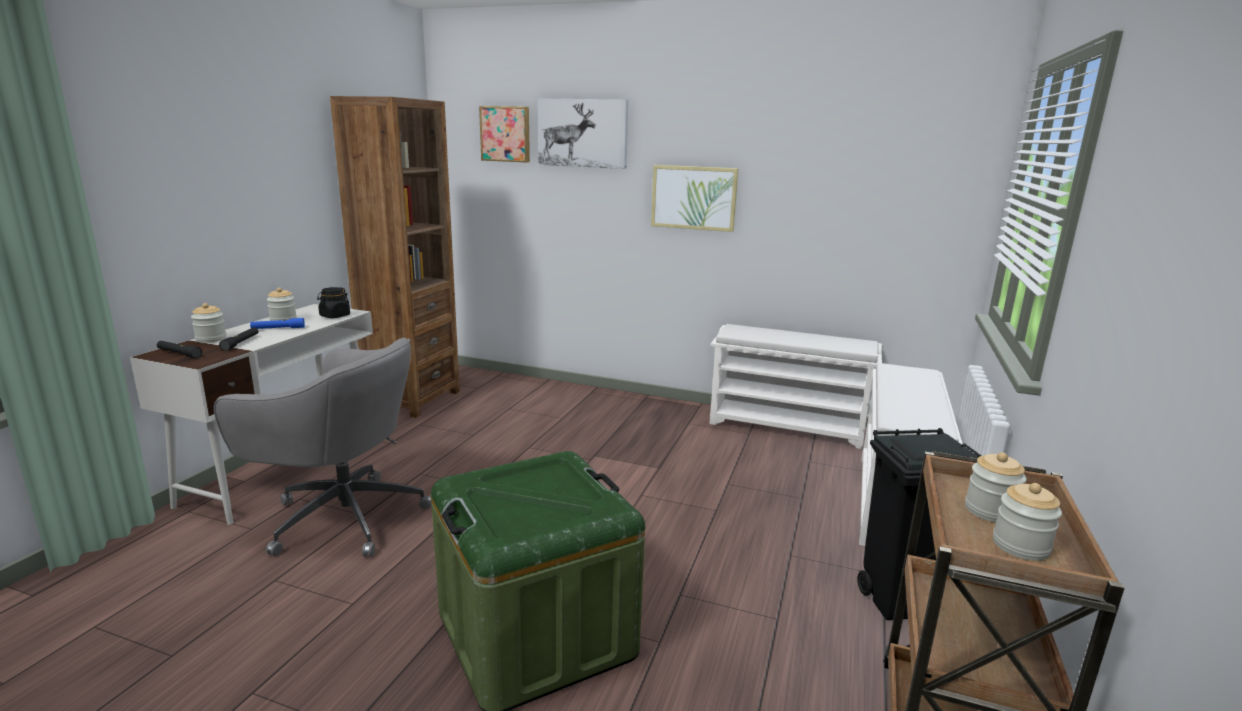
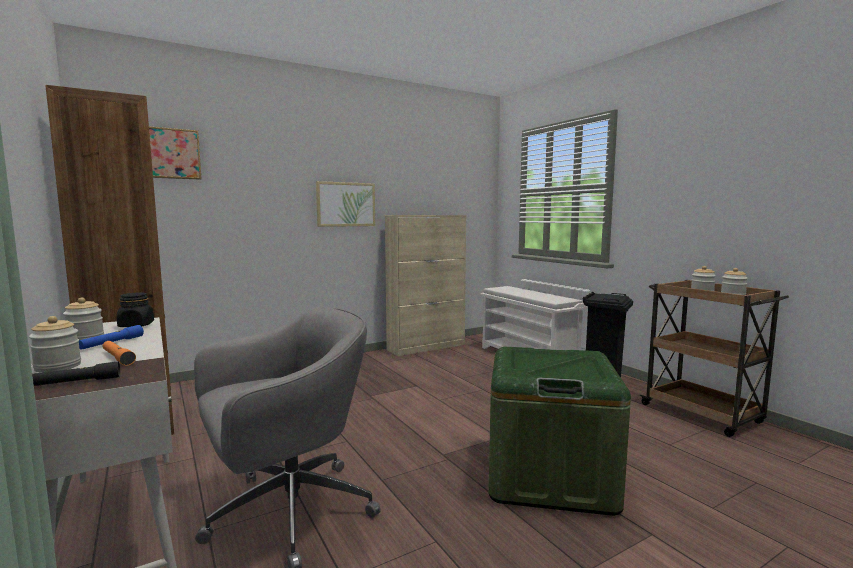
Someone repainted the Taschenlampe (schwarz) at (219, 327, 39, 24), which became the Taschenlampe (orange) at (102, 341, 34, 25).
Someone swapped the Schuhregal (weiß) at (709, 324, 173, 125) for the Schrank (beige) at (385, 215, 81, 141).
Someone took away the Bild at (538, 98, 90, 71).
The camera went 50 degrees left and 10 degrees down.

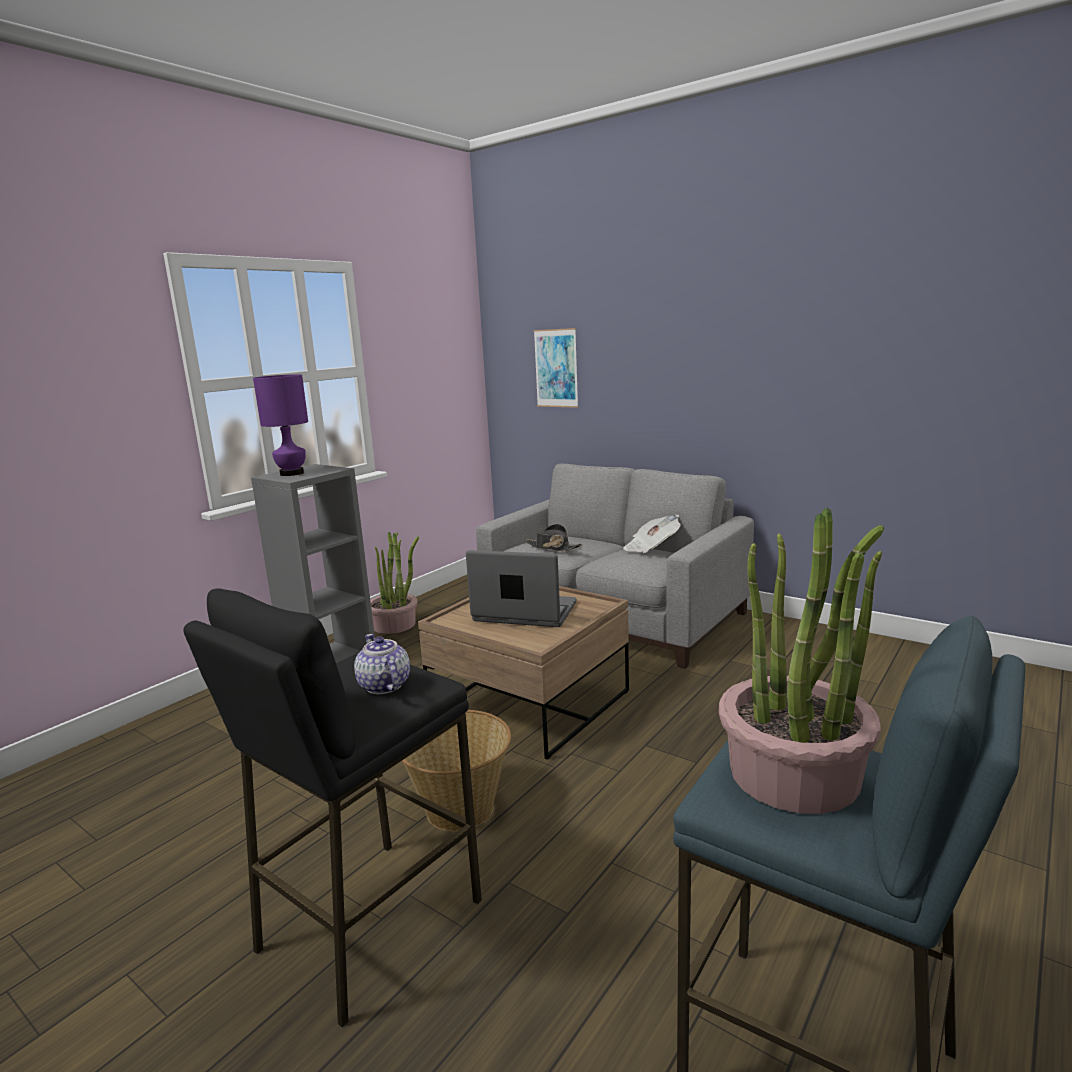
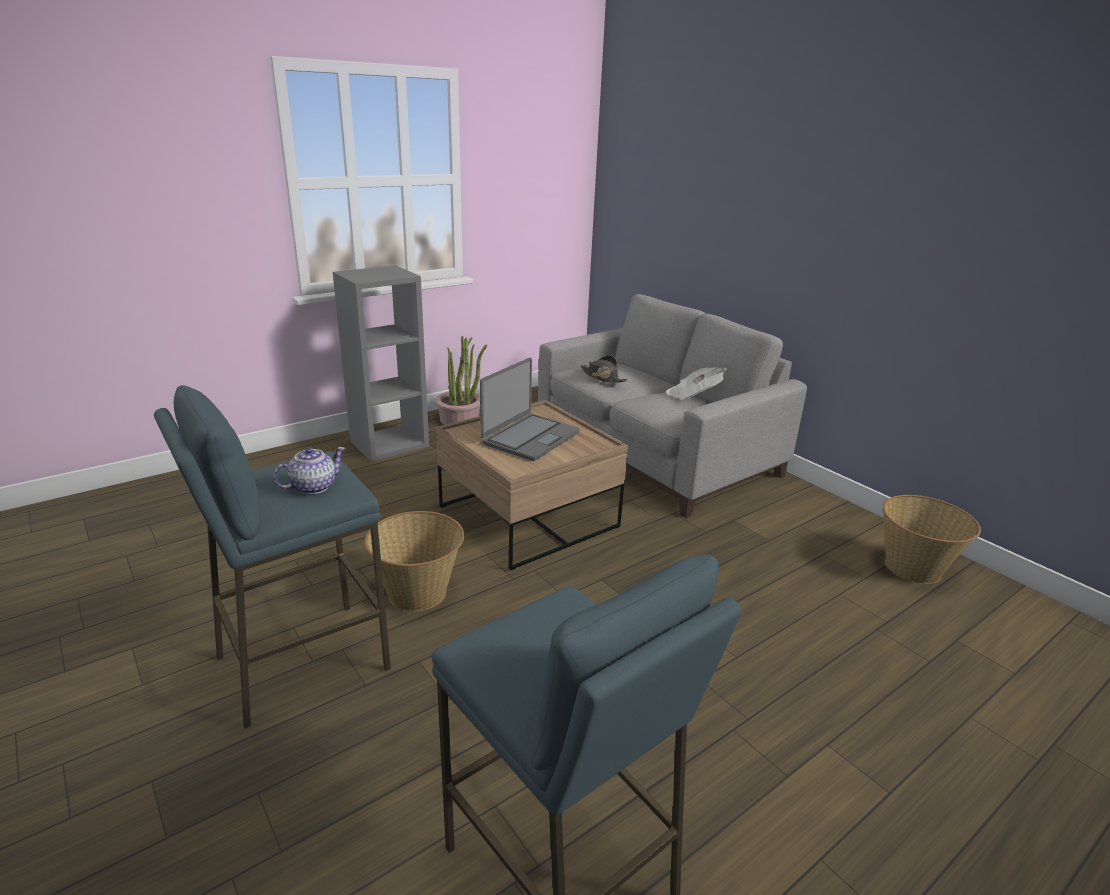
Someone repainted the Hocker (schwarz) at (183, 588, 299, 439), which became the Hocker (blau) at (154, 385, 237, 344).
Someone rotated the Teekanne at (354, 634, 56, 60) by 60 degrees clockwise.
Someone rotated the Laptop at (466, 550, 111, 77) by 90 degrees clockwise.
Someone put down the Korb at (883, 495, 98, 89).
Someone took away the Tischlampe (lila) at (253, 374, 55, 102).
Someone took away the Bild at (533, 328, 45, 80).
Someone took away the Topfpflanze at (719, 507, 165, 307).
The camera went 15 degrees right and 10 degrees up.

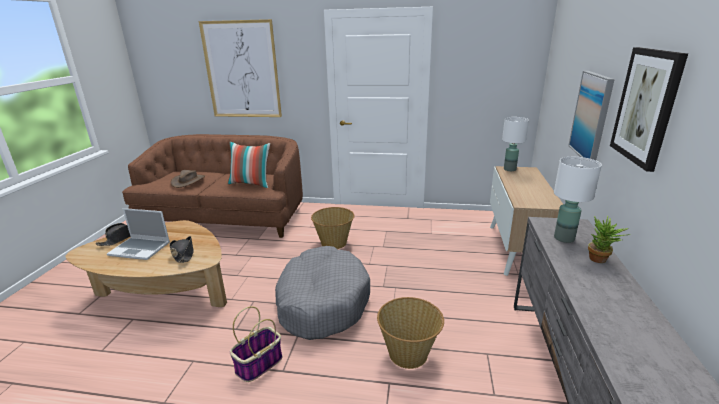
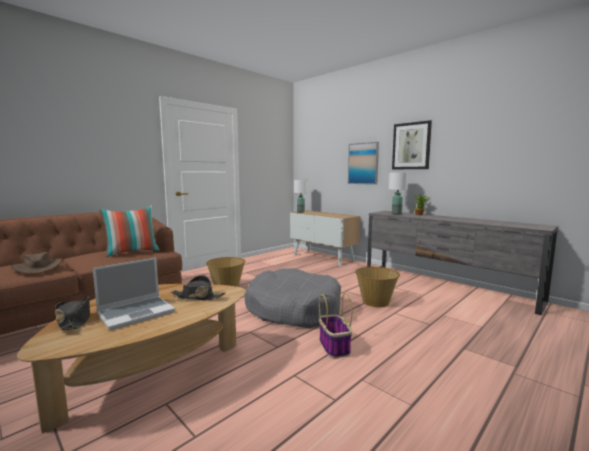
Someone took away the Bild at (199, 19, 83, 98).
The camera went 55 degrees left and 15 degrees down.

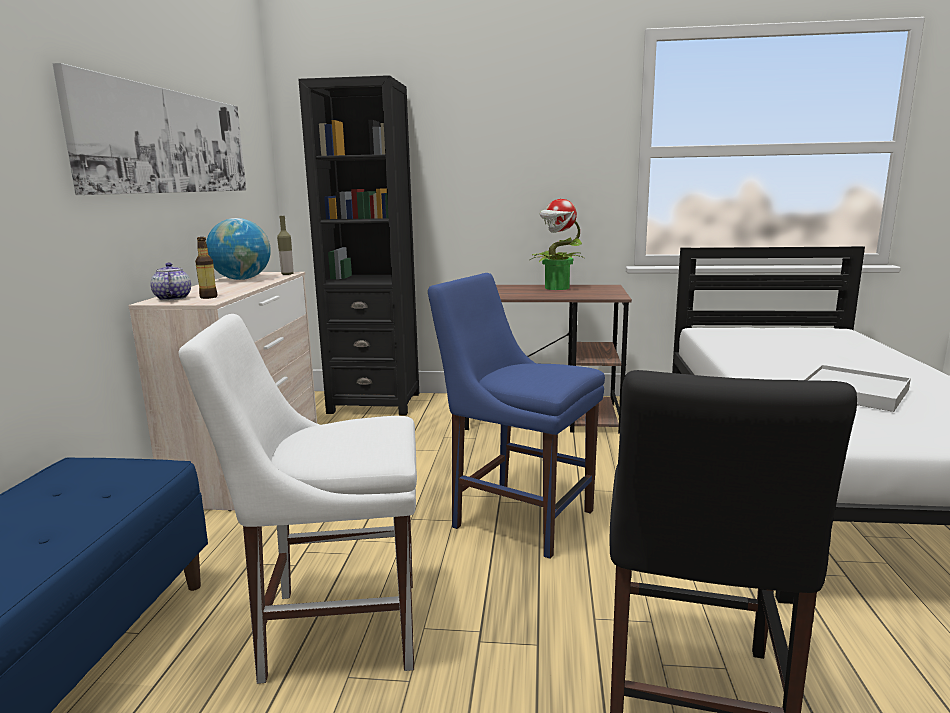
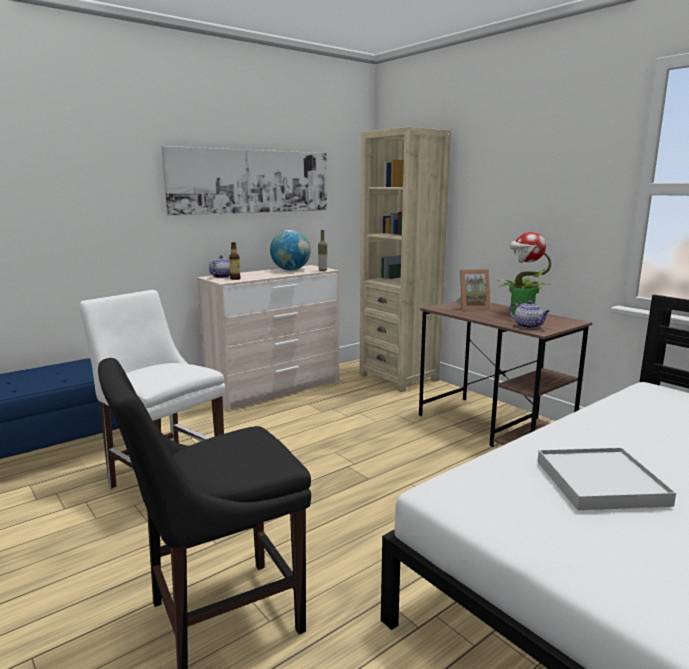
Someone repainted the Bücherregal (schwarz) at (298, 75, 121, 341), which became the Bücherregal (beige) at (360, 127, 91, 265).
Someone put down the Bilderrahmen at (457, 269, 34, 42).
Someone put down the Teekanne at (509, 300, 41, 28).
Someone took away the Stuhl (blau) at (428, 273, 177, 286).
The camera went 45 degrees right and 0 degrees up.

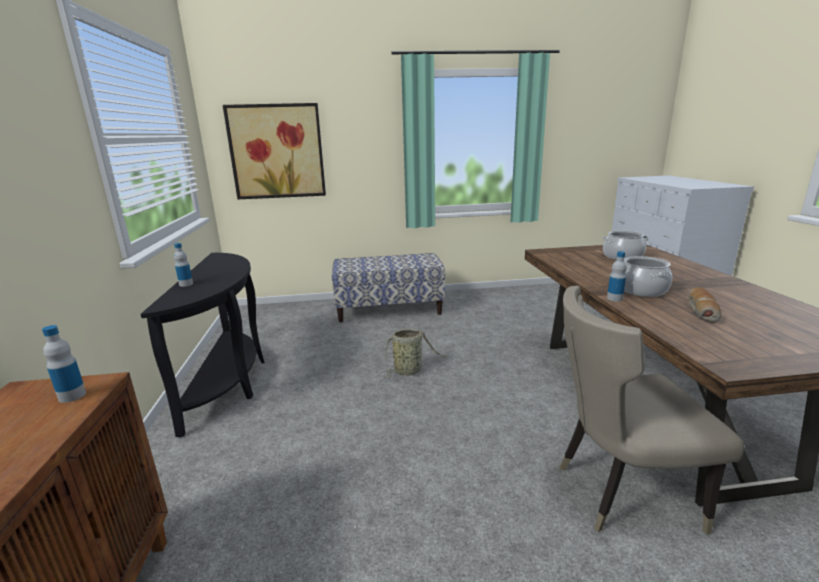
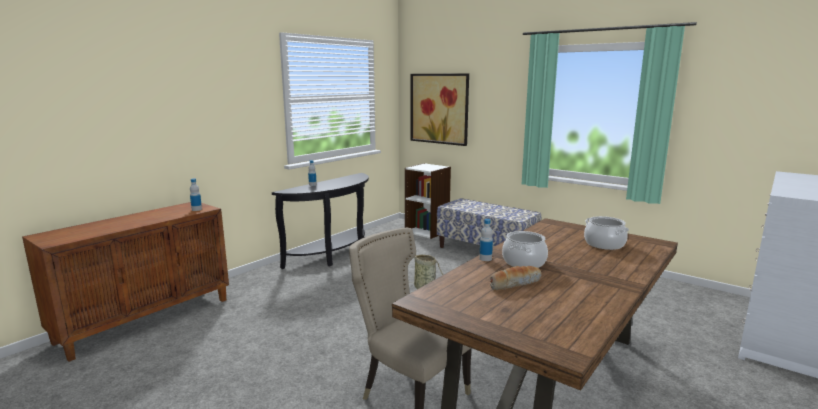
Someone put down the Bücherregal (weiß) at (405, 163, 46, 76).
The camera went 45 degrees right and 5 degrees down.

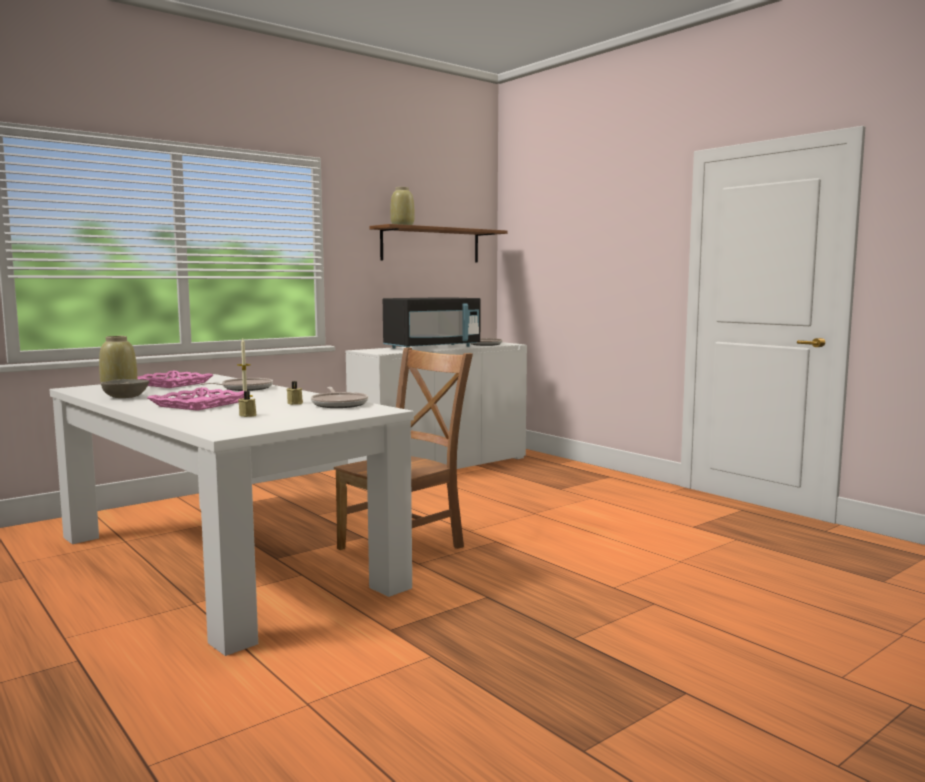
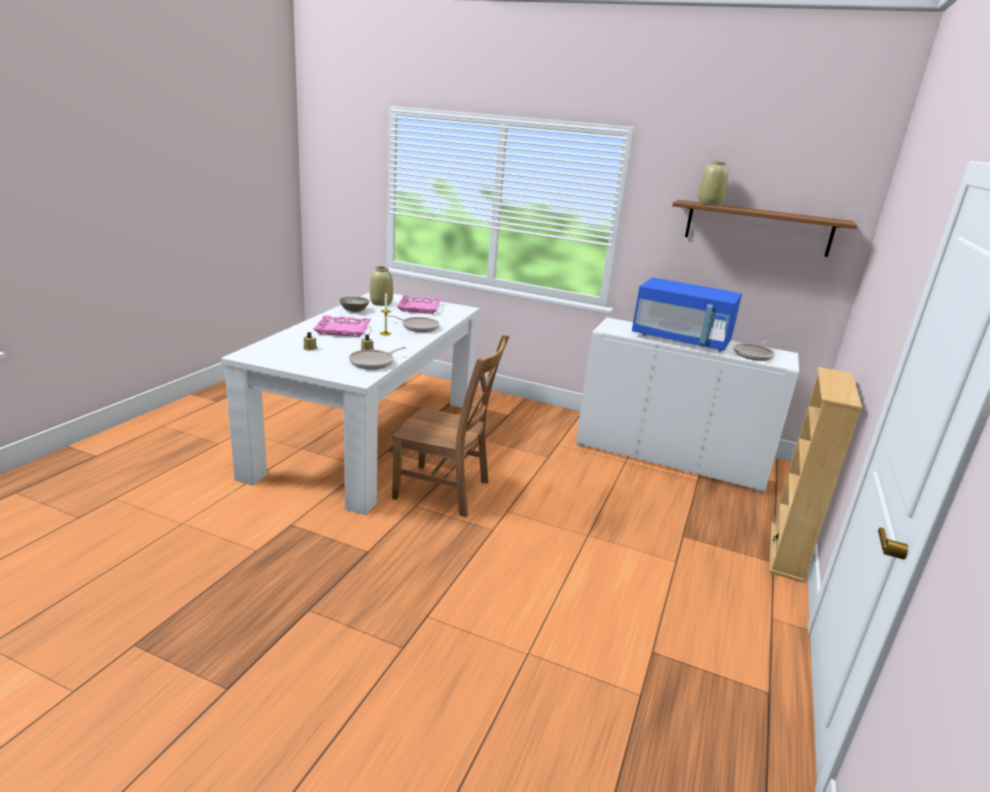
Someone repainted the Mikrowelle (schwarz) at (383, 297, 97, 51), which became the Mikrowelle (blau) at (632, 277, 110, 75).
Someone put down the Bücherregal (beige) at (769, 367, 93, 216).
The camera went 60 degrees right and 15 degrees up.

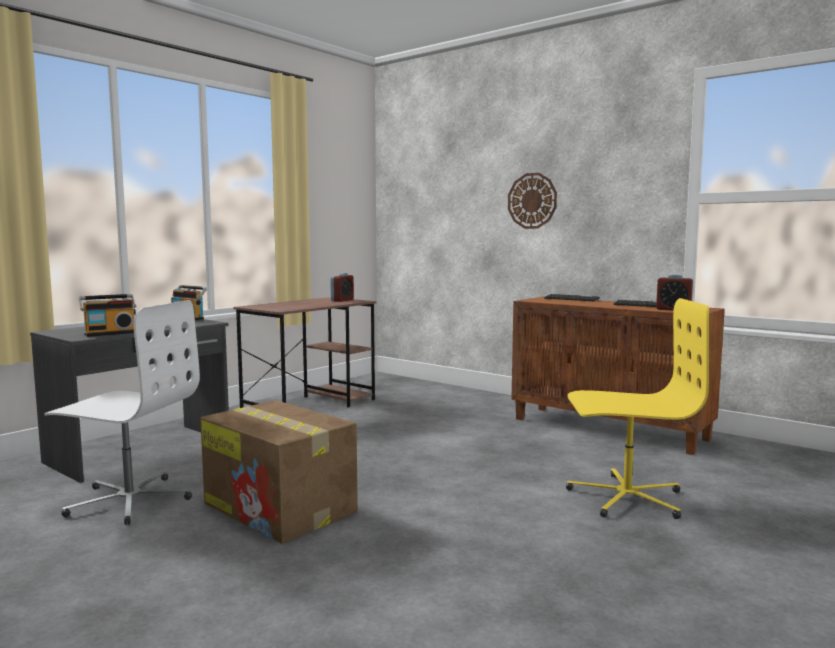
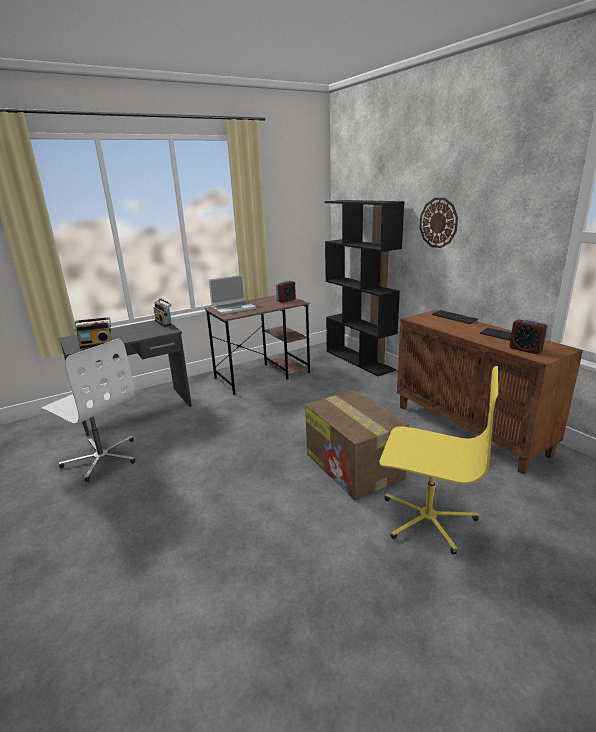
Someone put down the Laptop at (209, 275, 47, 40).
Someone carried the Karton from (200, 400, 158, 144) to (305, 390, 104, 110).
Someone put down the Bücherregal (schwarz) at (325, 200, 79, 176).
The camera went 20 degrees right and 15 degrees up.

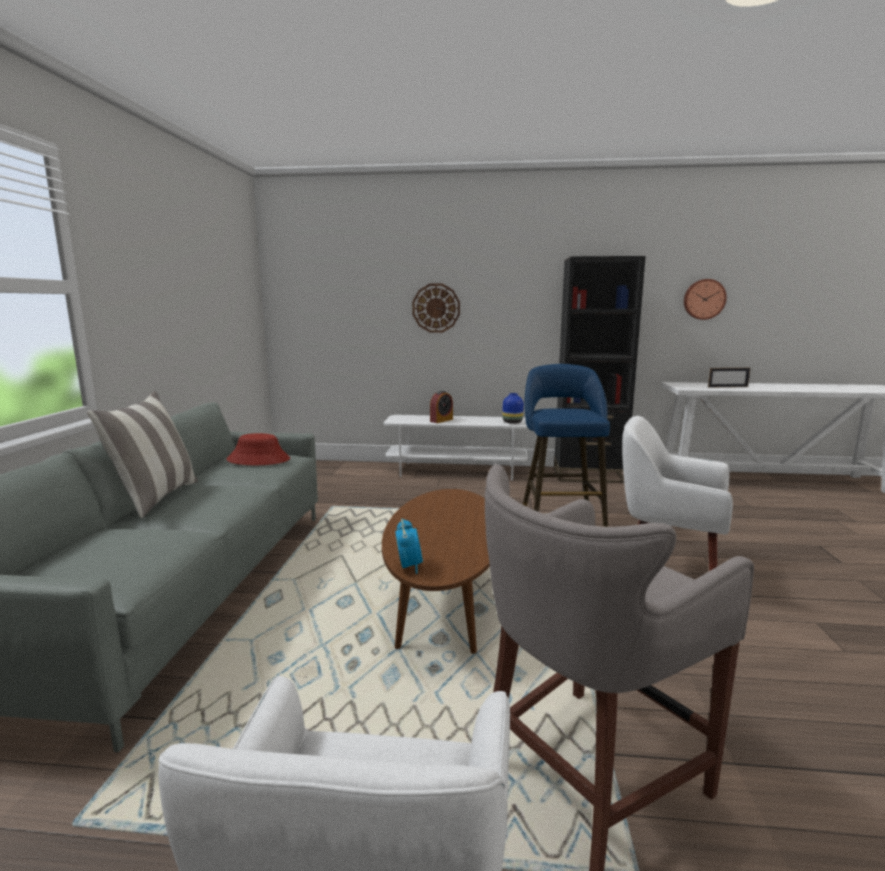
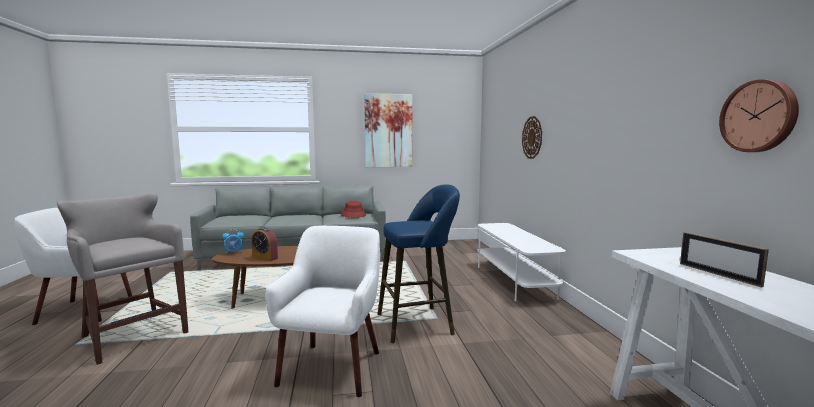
Someone carried the Wecker from (430, 391, 23, 32) to (251, 228, 27, 33).
Someone put up the Bild at (364, 93, 49, 74).
Someone took away the Kissen at (87, 391, 111, 127).
Someone took away the Vase (blau) at (502, 393, 22, 31).
Someone took away the Bücherregal (schwarz) at (554, 256, 92, 227).
The camera went 75 degrees right and 5 degrees down.

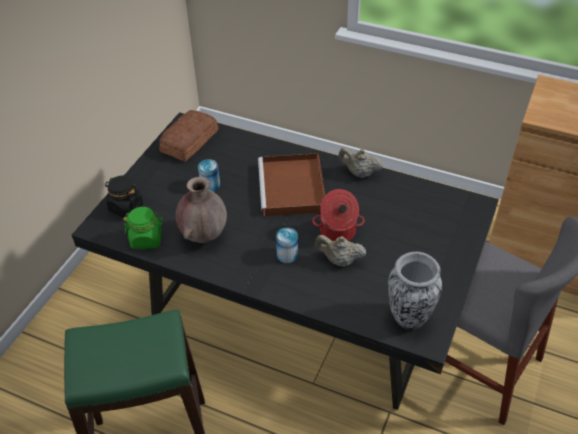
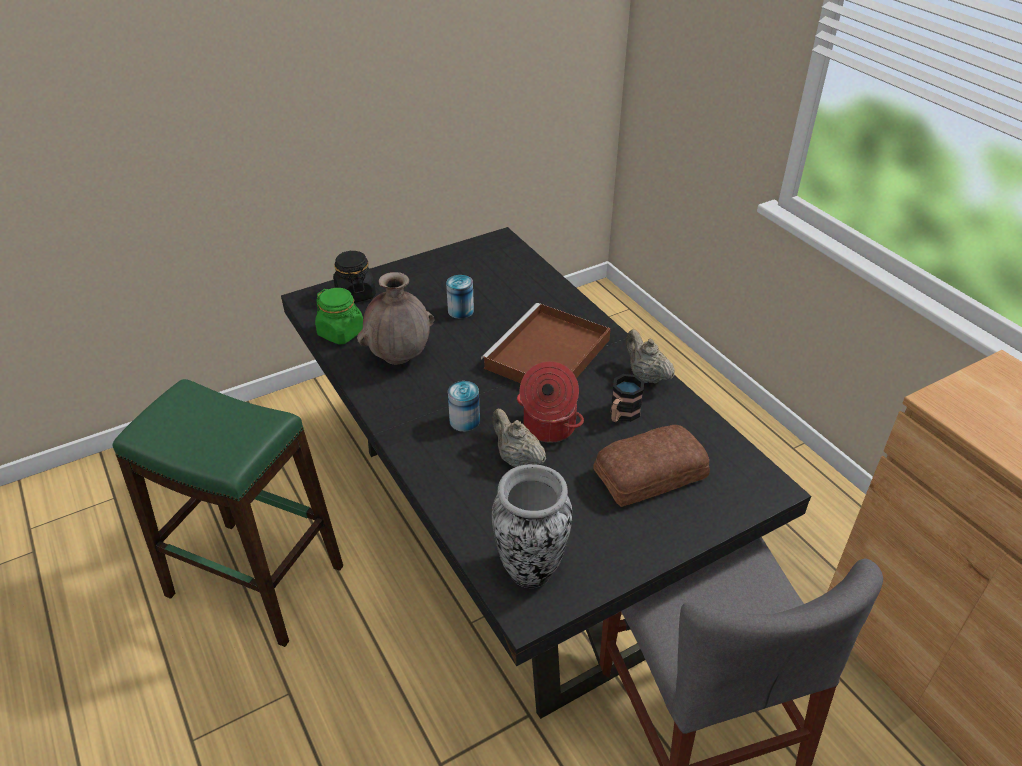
Someone carried the Brot from (159, 110, 60, 51) to (593, 425, 117, 82).
Someone put down the Henkelbecher at (610, 374, 34, 48).
The camera went 35 degrees right and 5 degrees down.

